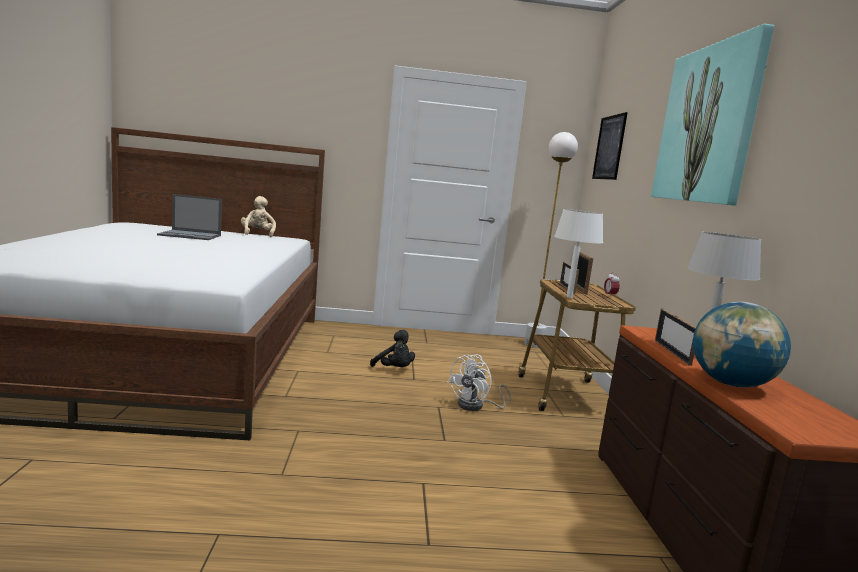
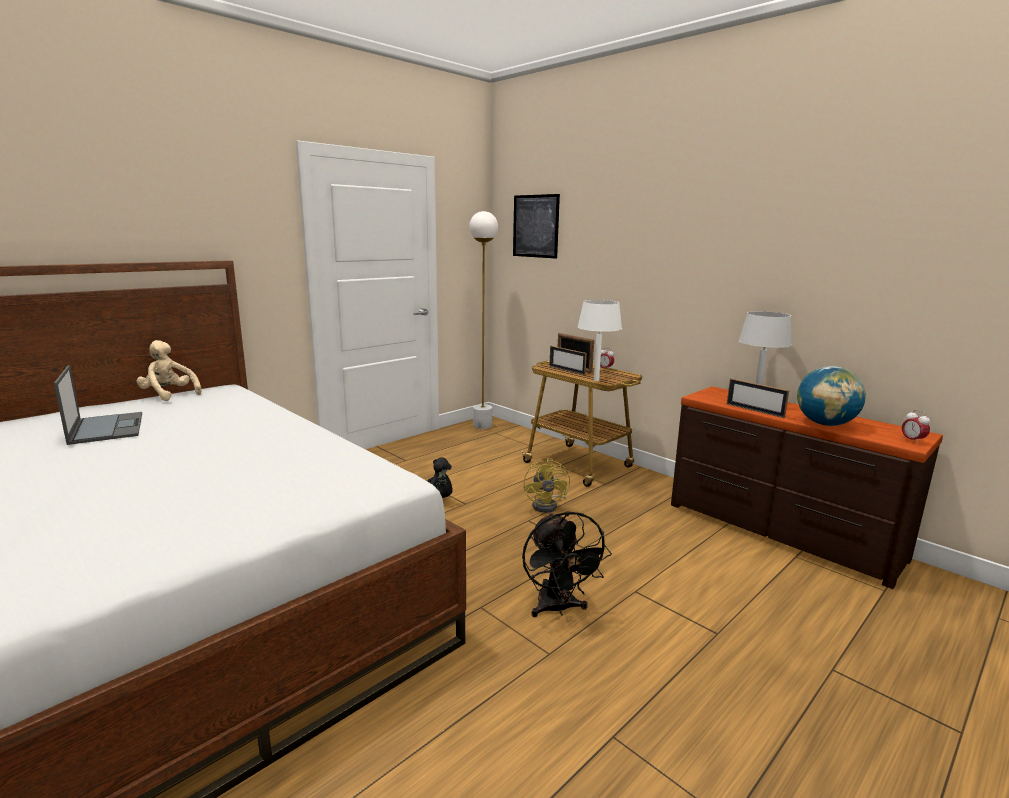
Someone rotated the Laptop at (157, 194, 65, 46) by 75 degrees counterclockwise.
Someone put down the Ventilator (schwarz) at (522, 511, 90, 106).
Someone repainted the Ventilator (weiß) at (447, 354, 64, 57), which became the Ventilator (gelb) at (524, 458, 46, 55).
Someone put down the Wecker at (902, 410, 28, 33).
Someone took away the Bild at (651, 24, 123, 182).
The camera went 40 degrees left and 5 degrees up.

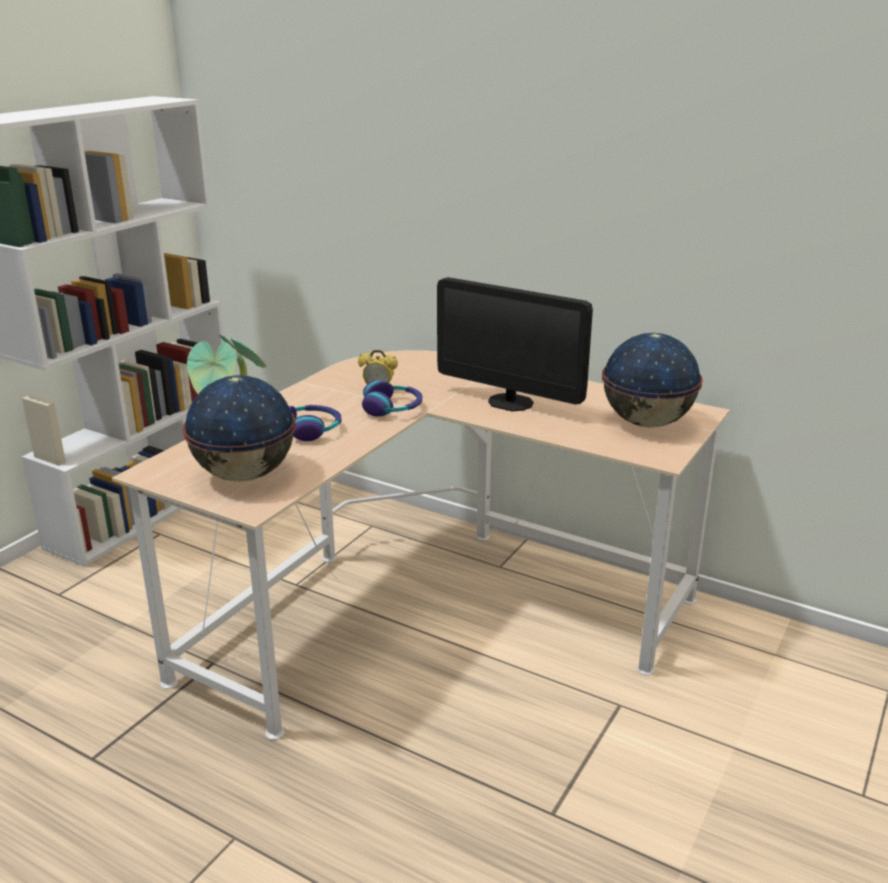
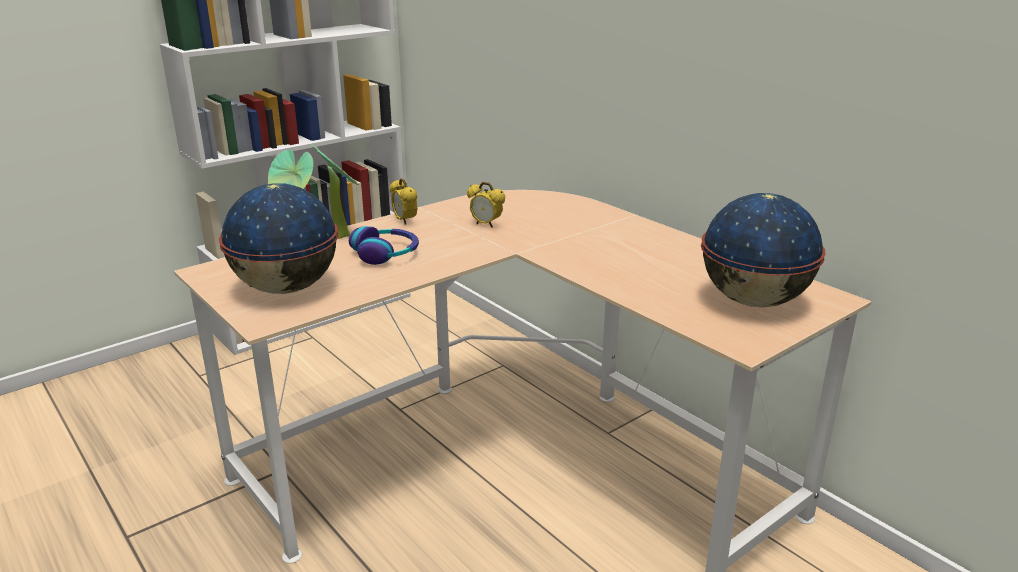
Someone put down the Wecker at (390, 178, 28, 47).
Someone took away the Kopfhörer at (362, 380, 60, 36).
Someone took away the Monitor at (437, 277, 156, 135).
The camera went 20 degrees right and 0 degrees up.

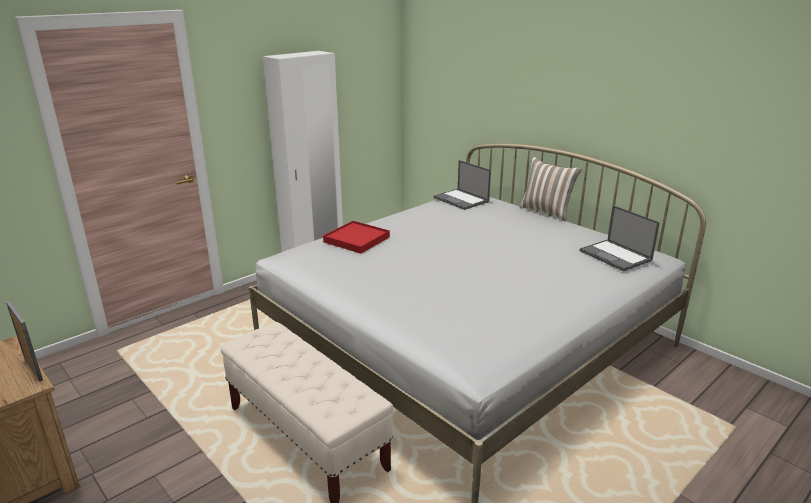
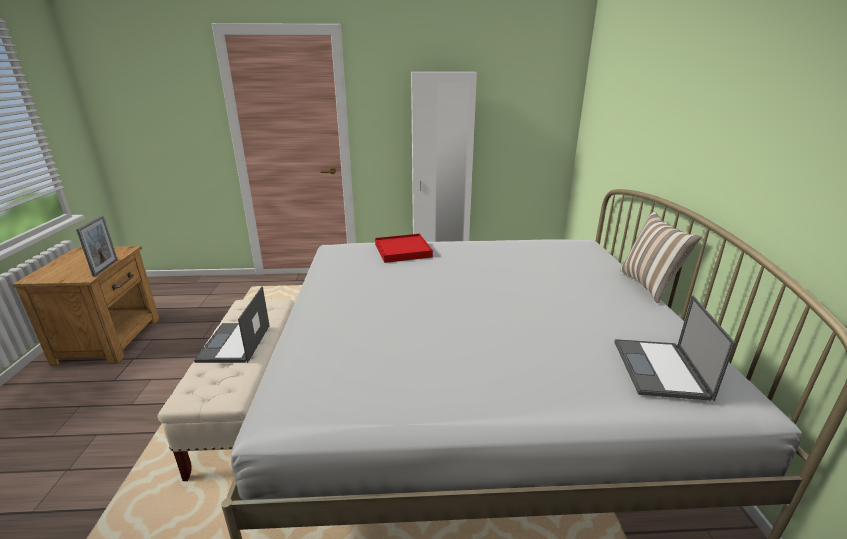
Someone carried the Laptop from (434, 160, 57, 50) to (194, 286, 76, 77).
The camera went 40 degrees right and 0 degrees up.

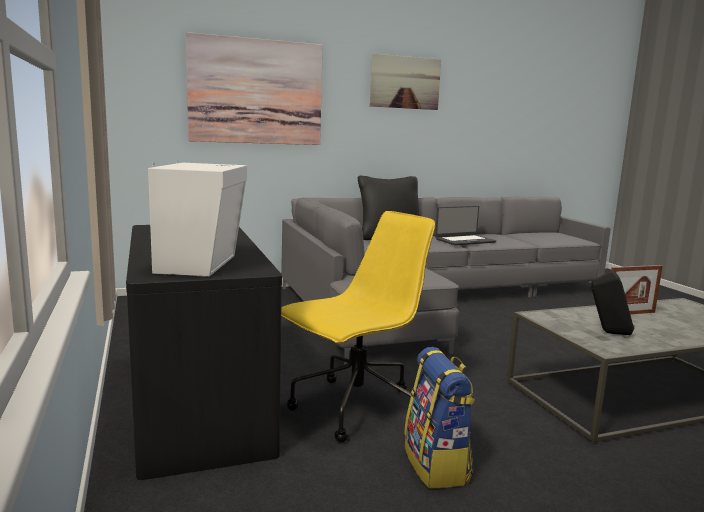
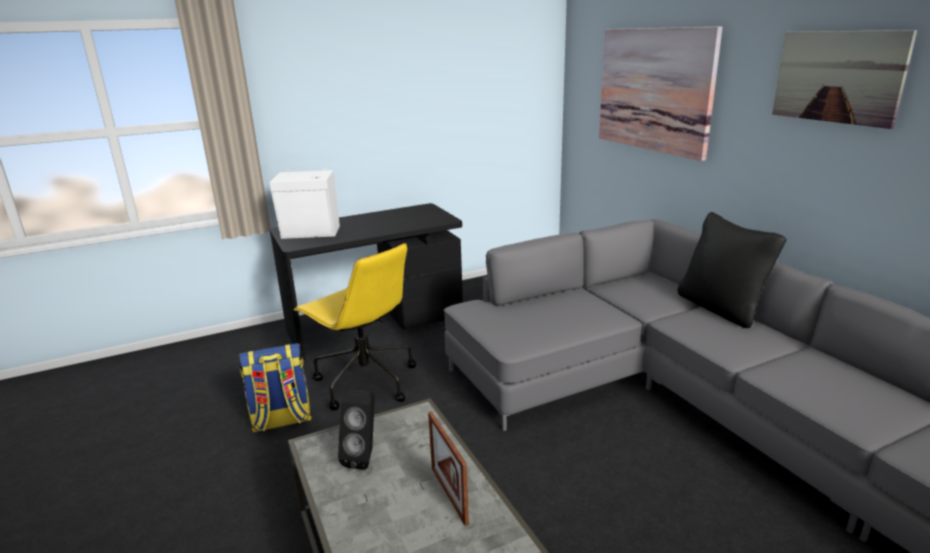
Someone took away the Laptop at (435, 206, 61, 40).
The camera went 85 degrees right and 10 degrees up.

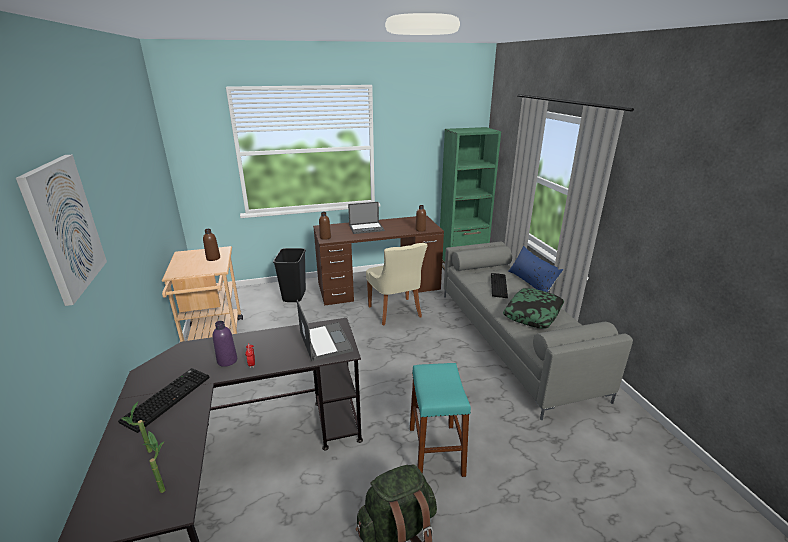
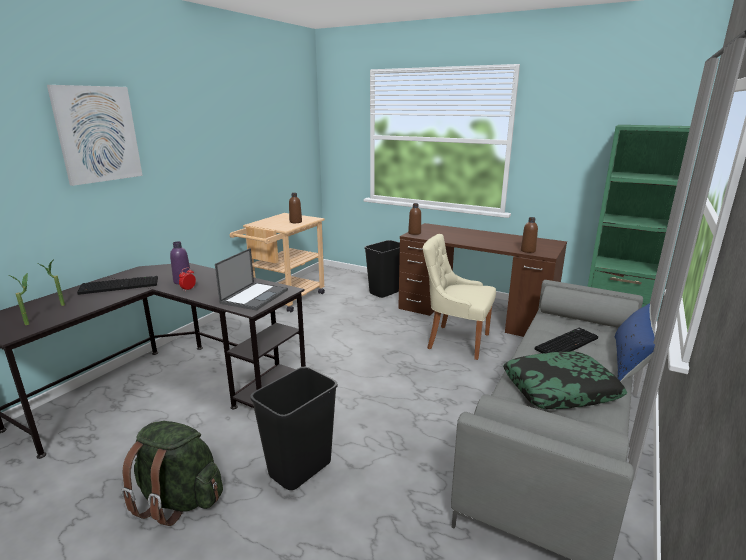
Someone swapped the Hocker (türkis) at (410, 363, 61, 114) for the Mülleimer (schwarz) at (250, 367, 88, 123).
Someone rotated the Stuhl (beige) at (366, 243, 62, 82) by 90 degrees clockwise.
Someone took away the Laptop at (348, 202, 37, 32).
The camera went 45 degrees right and 5 degrees down.

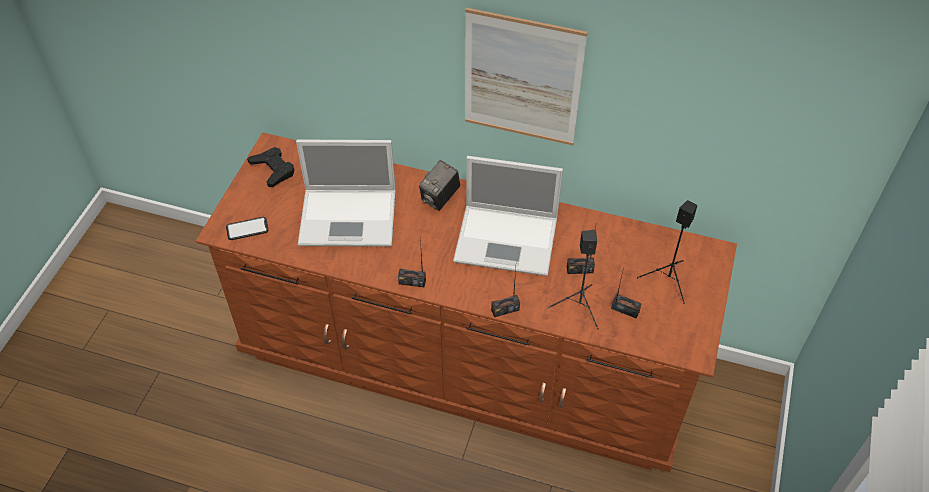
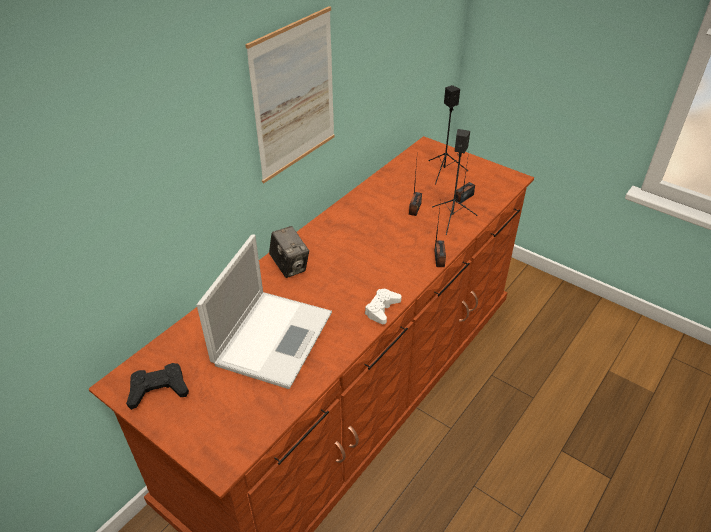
Someone swapped the Radio at (398, 238, 28, 49) for the Gamepad (weiß) at (365, 289, 37, 35).
Someone took away the Handy at (226, 217, 43, 23).
Someone took away the Laptop at (453, 156, 110, 120).
The camera went 70 degrees left and 10 degrees down.

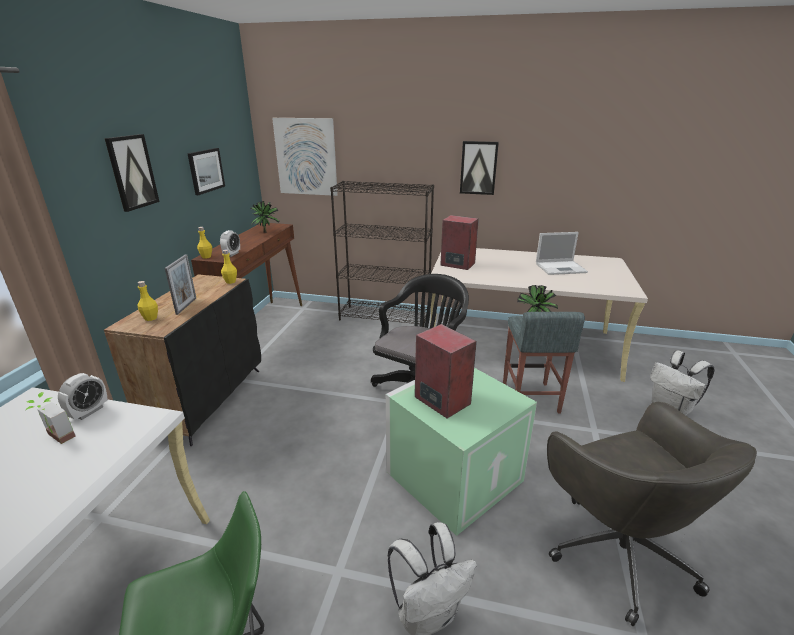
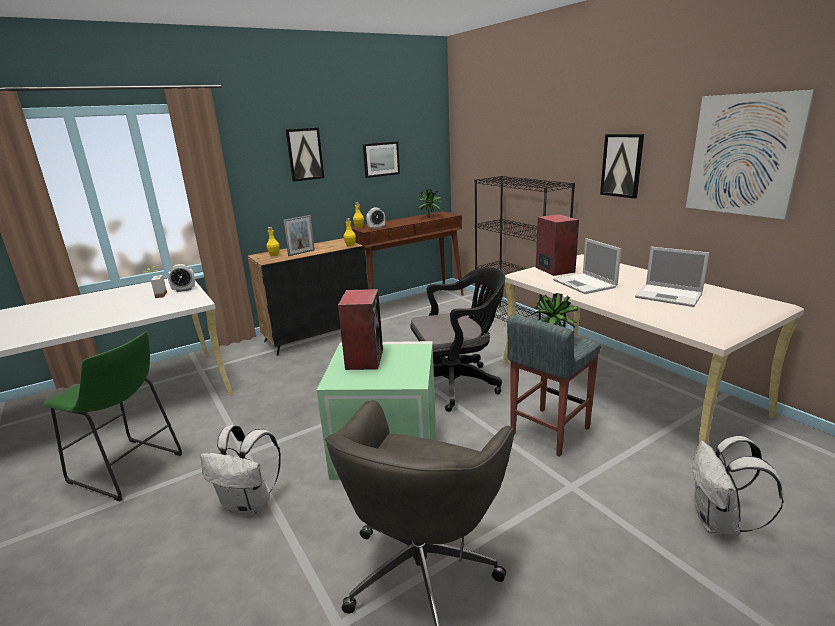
Someone put down the Laptop at (553, 238, 68, 56).
Someone carried the Bild from (272, 118, 66, 78) to (686, 90, 129, 129).
The camera went 45 degrees right and 5 degrees down.

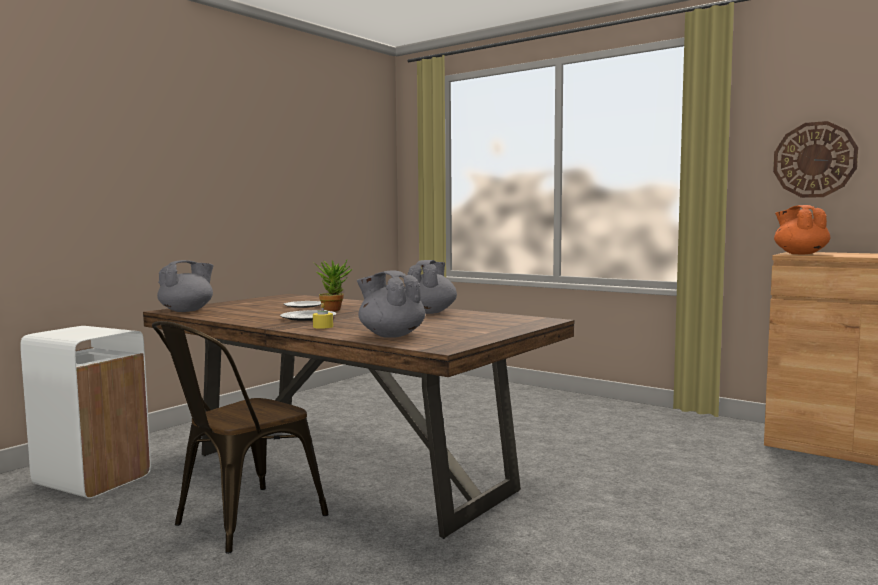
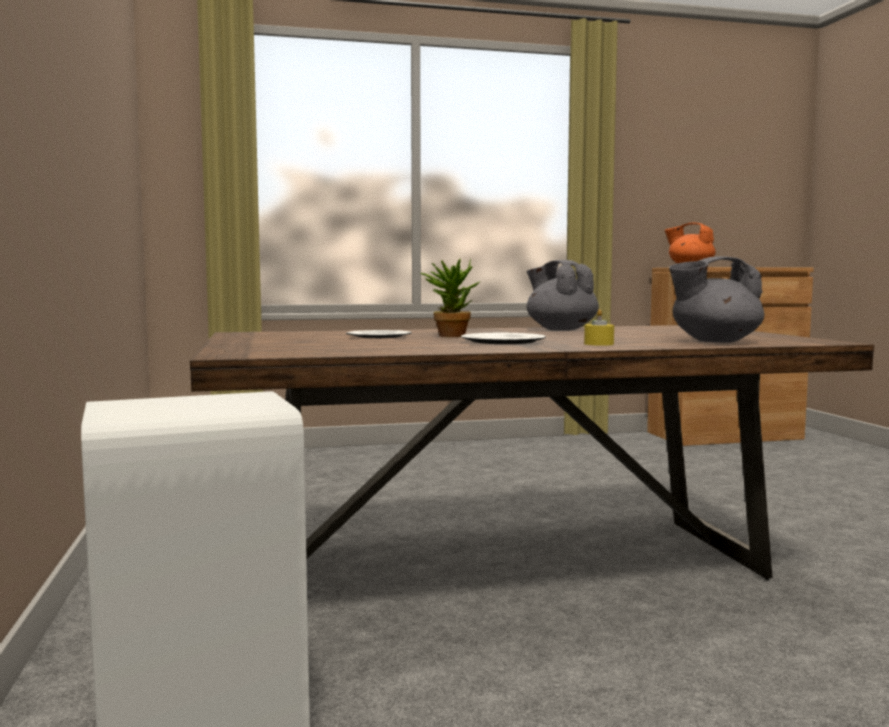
Someone took away the Stuhl (braun) at (152, 321, 177, 233).
Someone took away the Teekanne (grau) at (157, 260, 57, 52).
Someone took away the Wanduhr at (773, 121, 85, 77).
The camera went 50 degrees left and 0 degrees up.

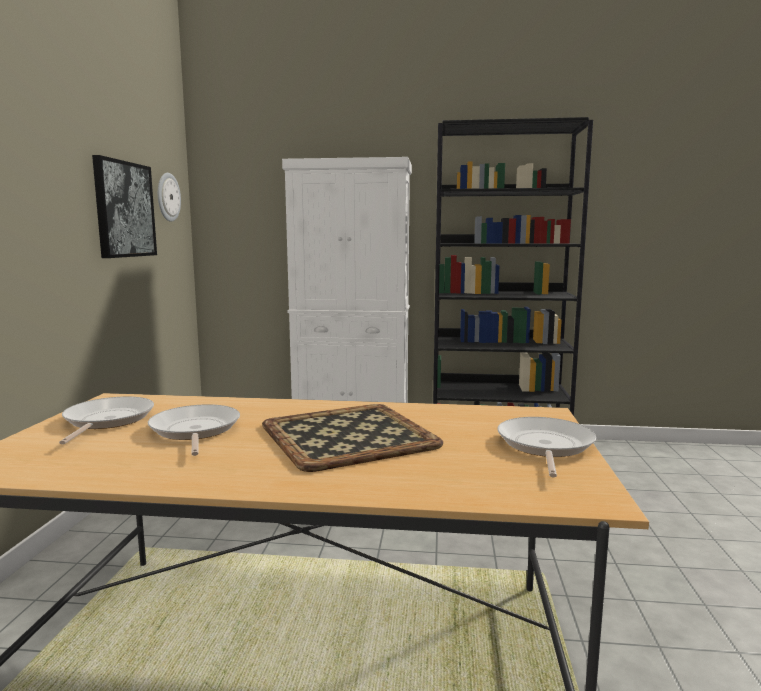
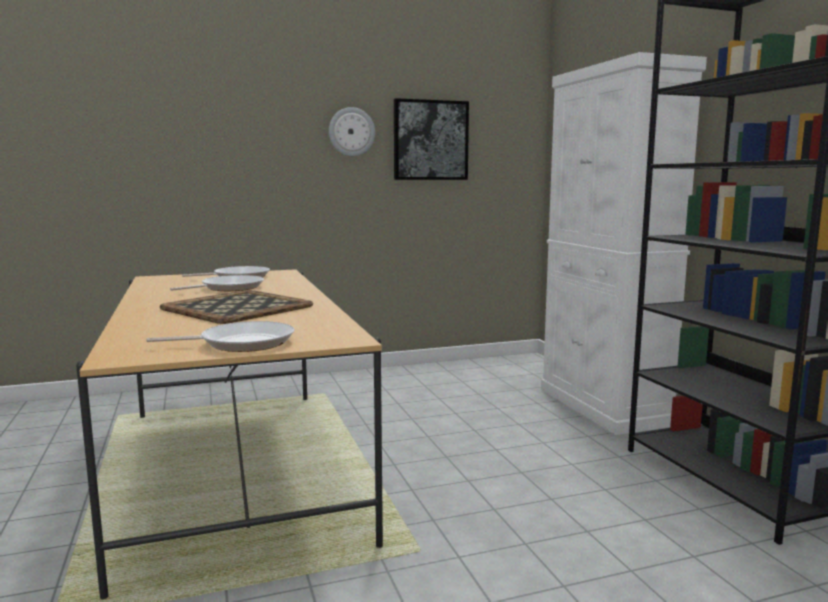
Someone carried the Wanduhr from (158, 173, 23, 49) to (329, 107, 46, 49).
The camera went 65 degrees right and 0 degrees up.

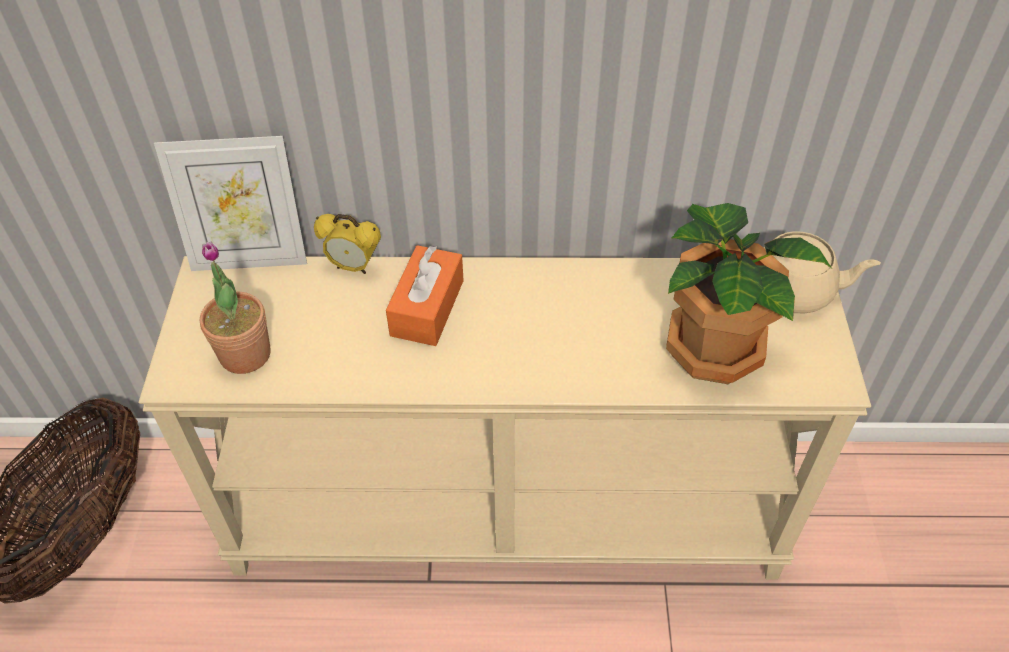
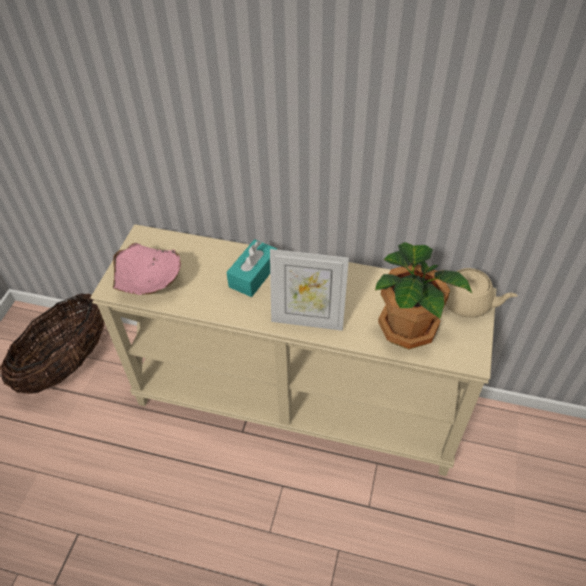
Someone swapped the Topfpflanze at (200, 242, 71, 132) for the Schüssel (rosa) at (113, 243, 68, 52).
Someone repainted the Taschentuchbox (orange) at (386, 245, 78, 101), which became the Taschentuchbox (türkis) at (226, 239, 51, 58).
Someone carried the Bilderrahmen from (154, 136, 153, 135) to (270, 249, 79, 82).
Someone took away the Wecker at (314, 214, 67, 60).
The camera went 15 degrees right and 0 degrees up.

